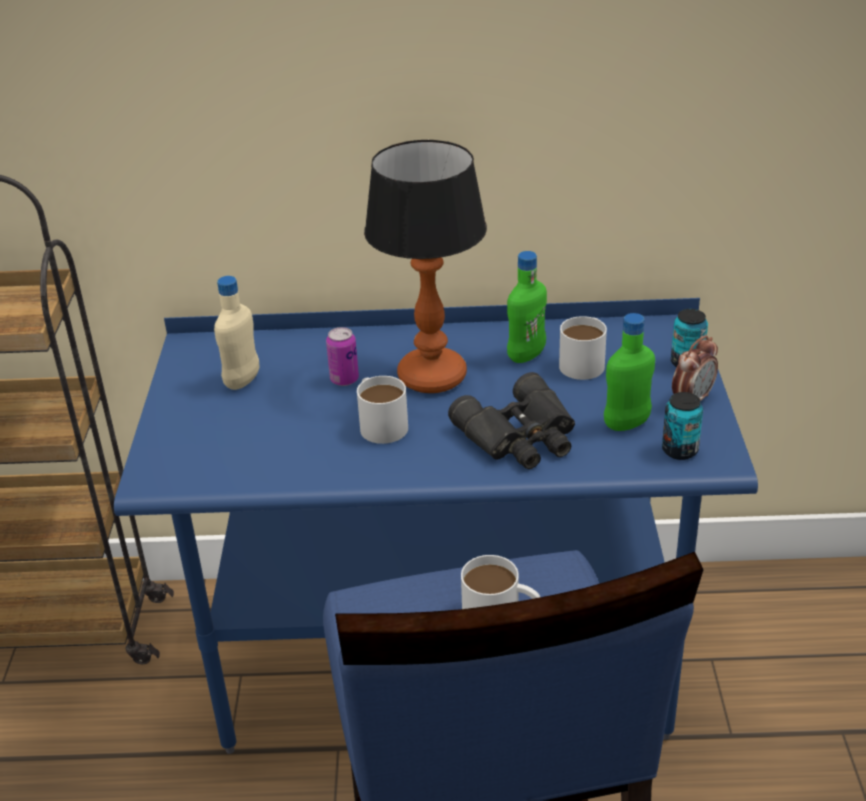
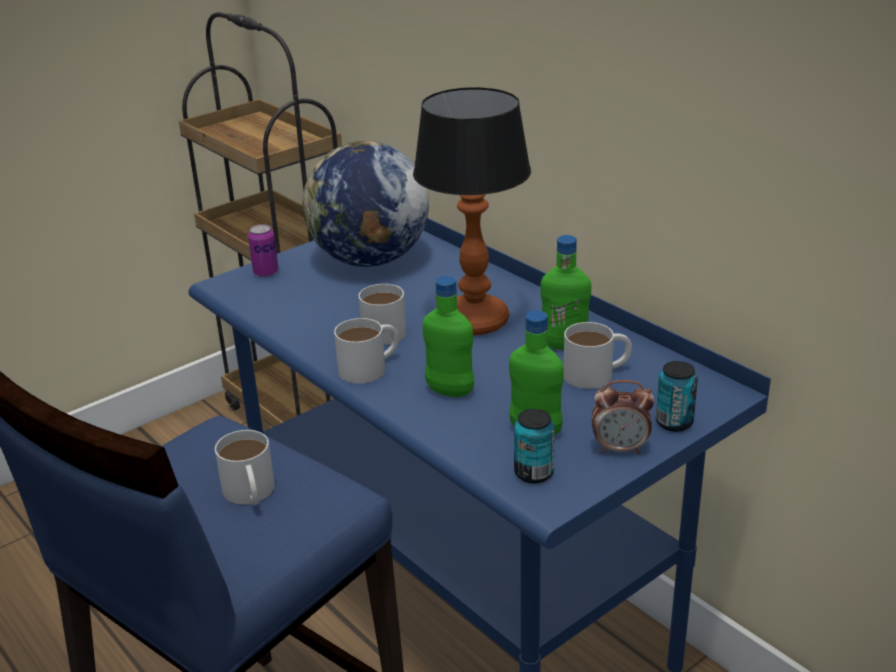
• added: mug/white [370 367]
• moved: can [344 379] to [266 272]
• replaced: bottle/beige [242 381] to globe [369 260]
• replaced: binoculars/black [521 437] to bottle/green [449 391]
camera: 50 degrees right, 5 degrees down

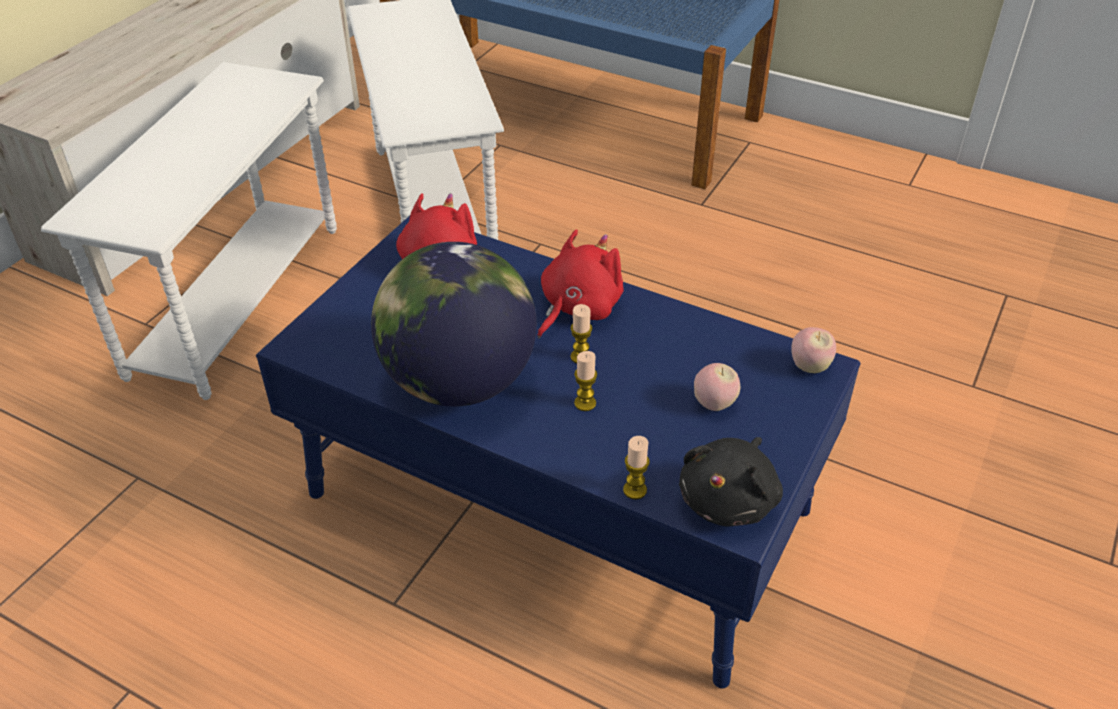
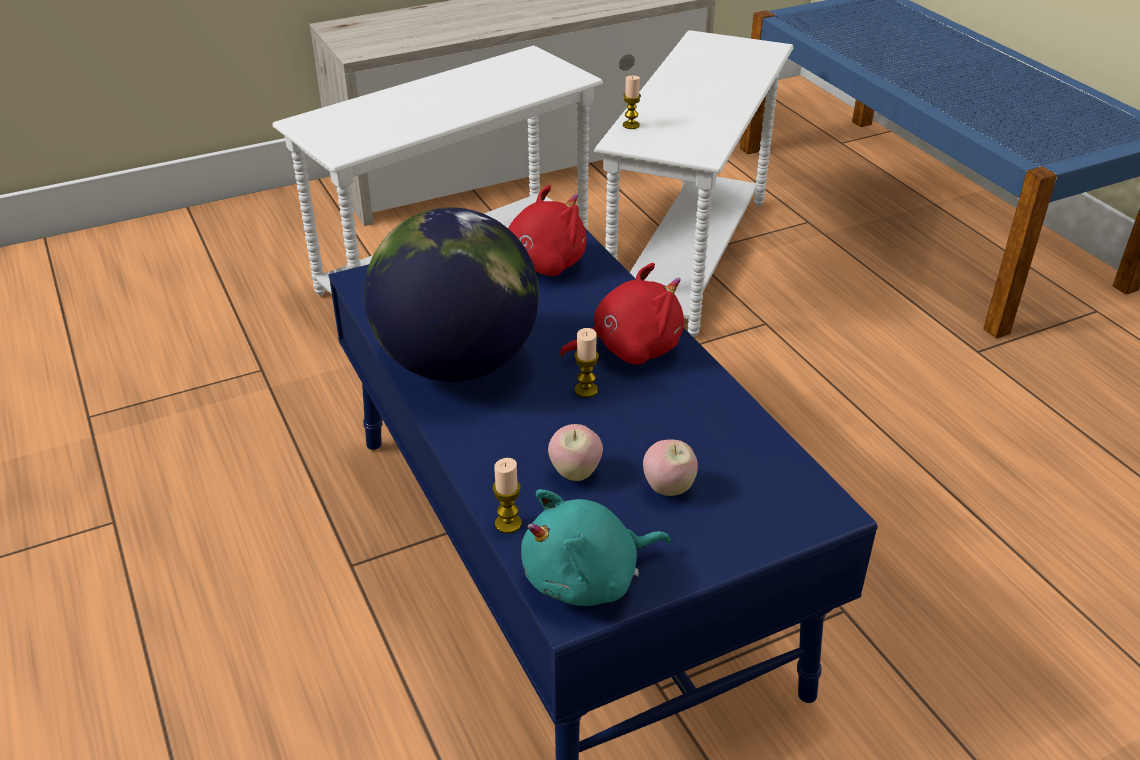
• moved: candle [585 403] to [631 125]
• moved: apple [809 367] to [575 473]
• recoloured: plush toy/black [729 499] to plush toy/turquoise [587 578]
camera: 35 degrees right, 5 degrees down

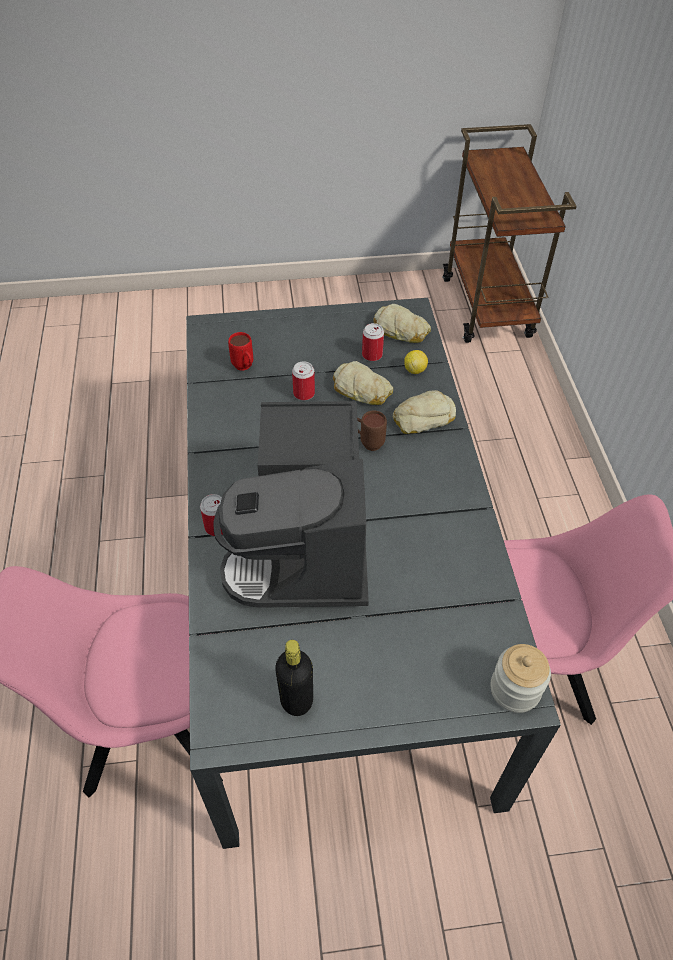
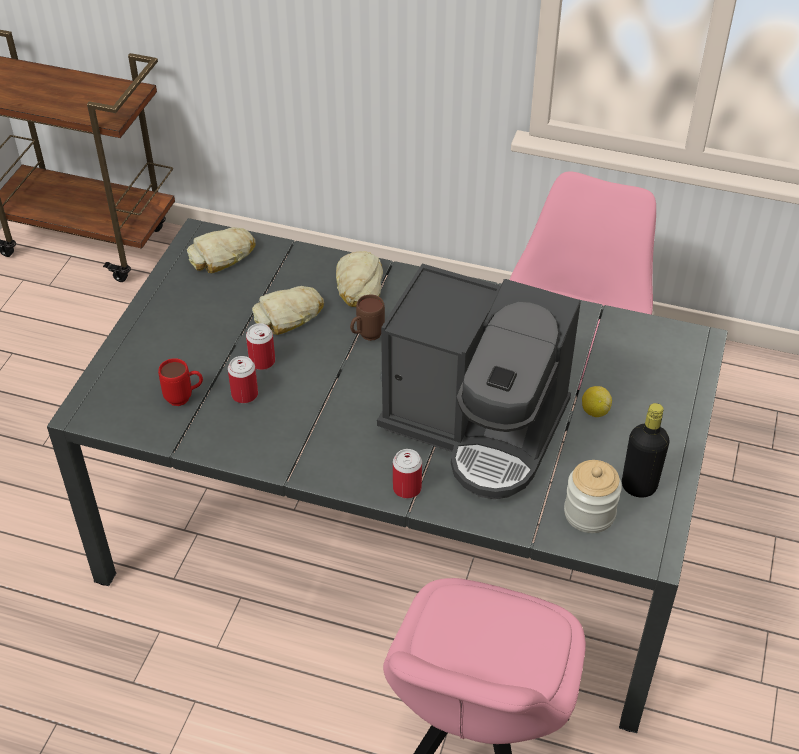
• moved: can [372 355] to [244 394]
• moved: lemon [415 370] to [595 411]
• moved: jar [515 689] to [589 513]
camera: 65 degrees left, 5 degrees down

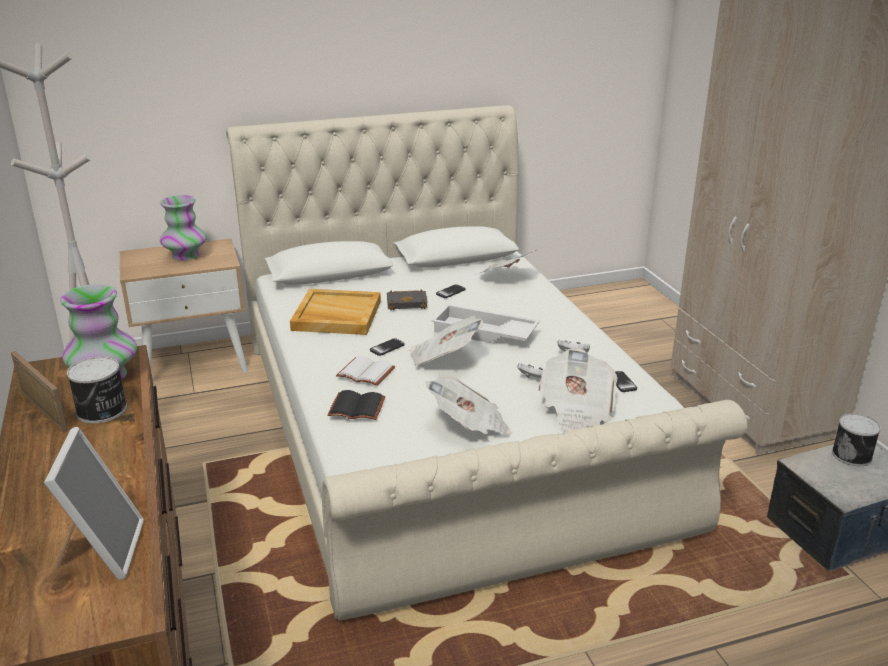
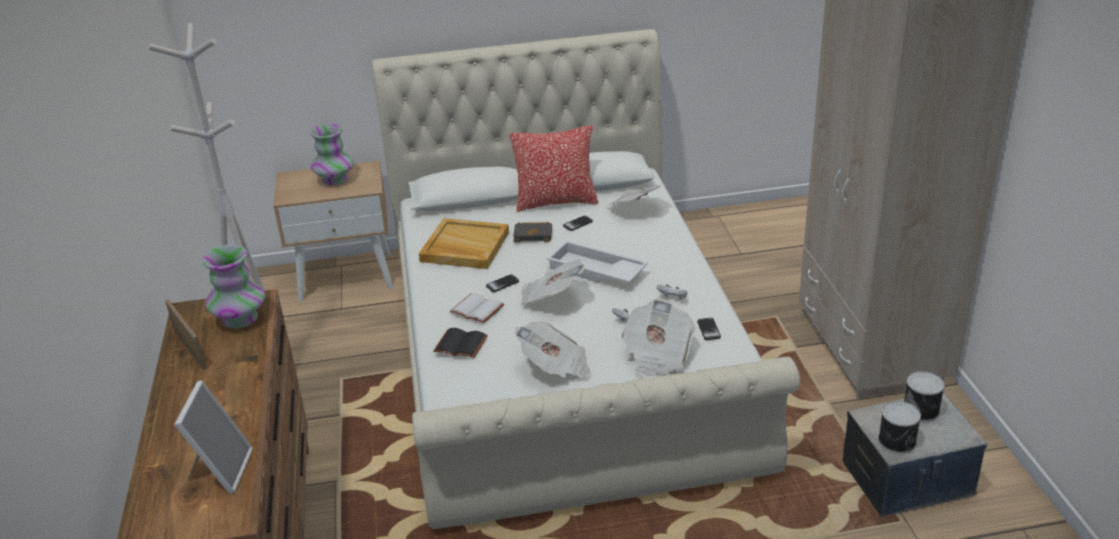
• added: pillow [556 202]
• moved: can [102 410] to [897 441]
camera: 10 degrees right, 5 degrees up

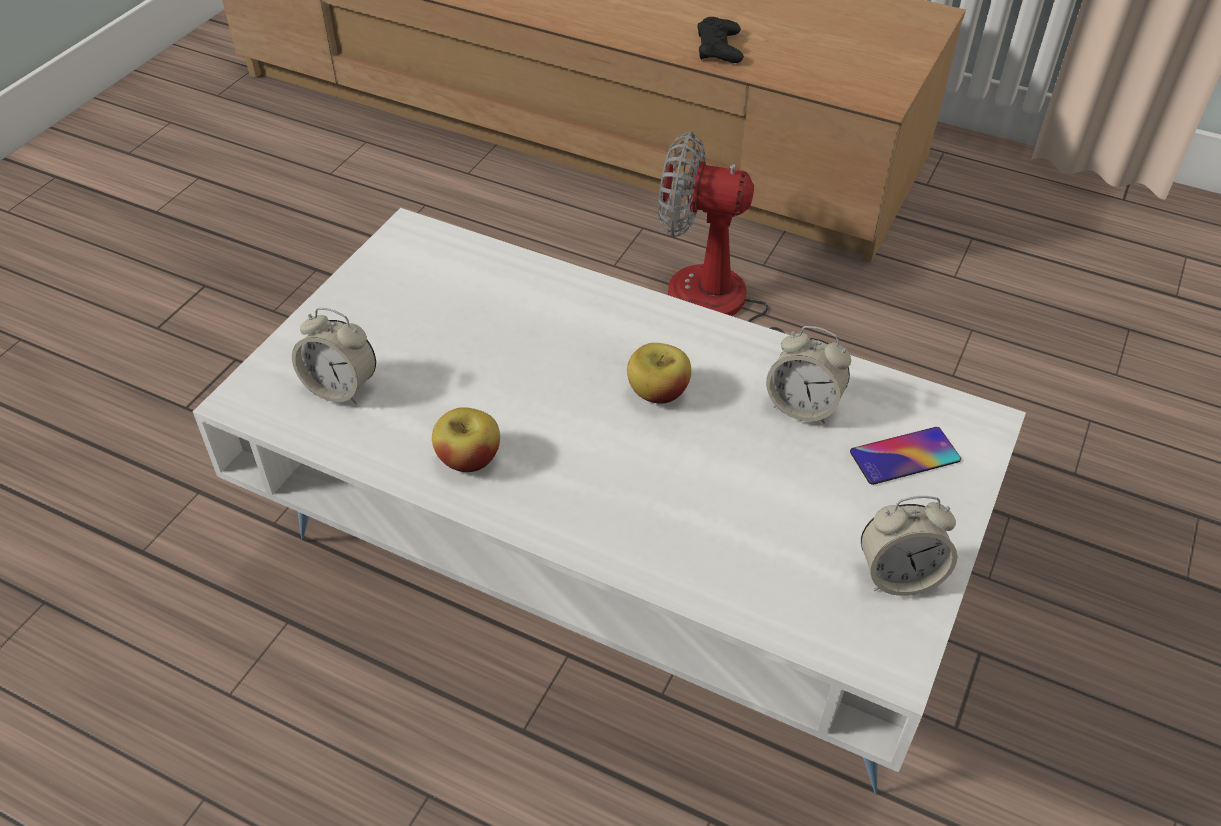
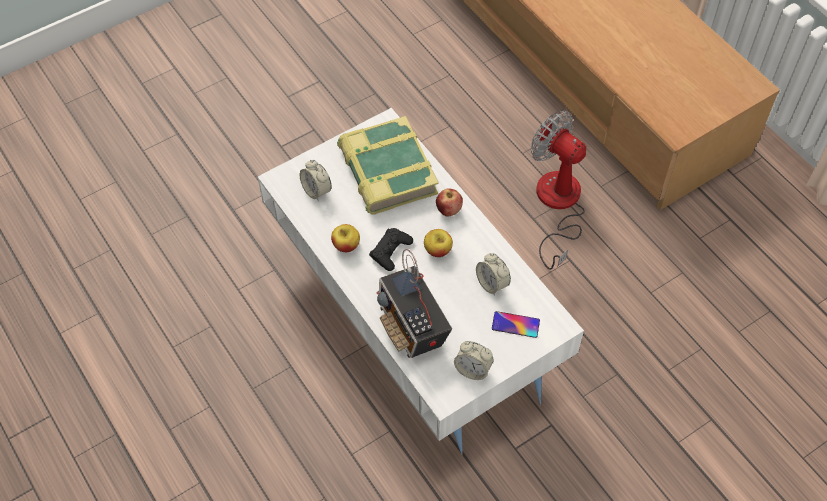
• added: book [386 172]
• added: radio [412 326]
• added: apple [448 210]
• moved: game controller/black [719 48] to [391 251]
camera: 30 degrees right, 10 degrees up

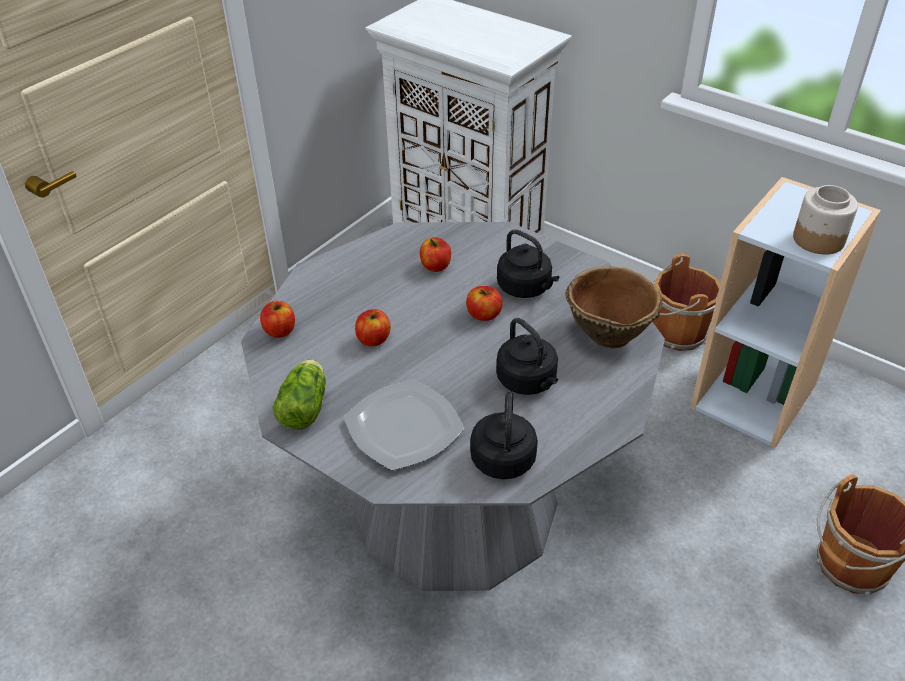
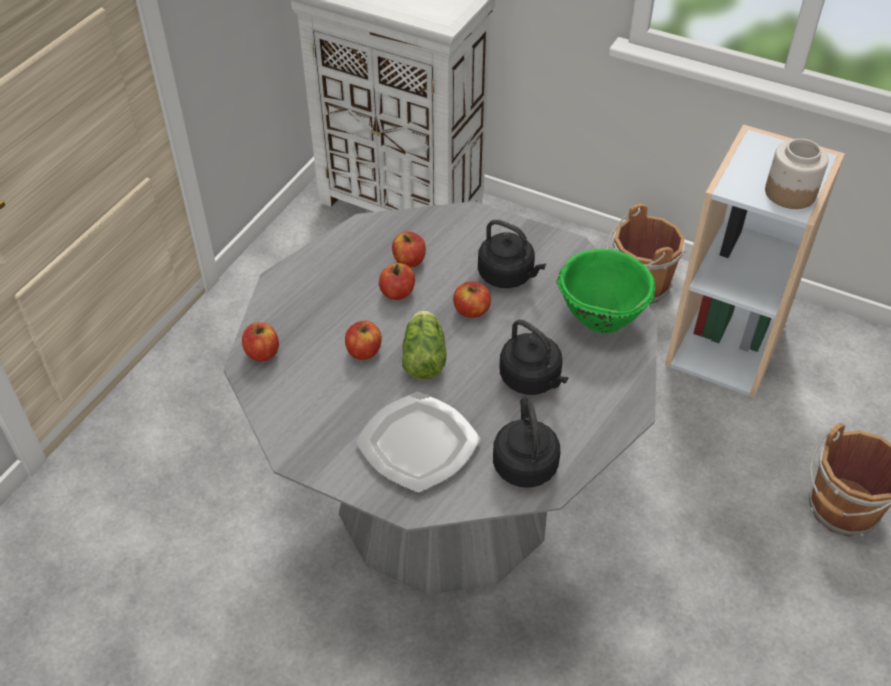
• added: apple [397 293]
• moved: lettuce [305 405] to [424 355]
• recoloured: bowl/brown [608 332] to bowl/green [600 316]
camera: 10 degrees left, 5 degrees up

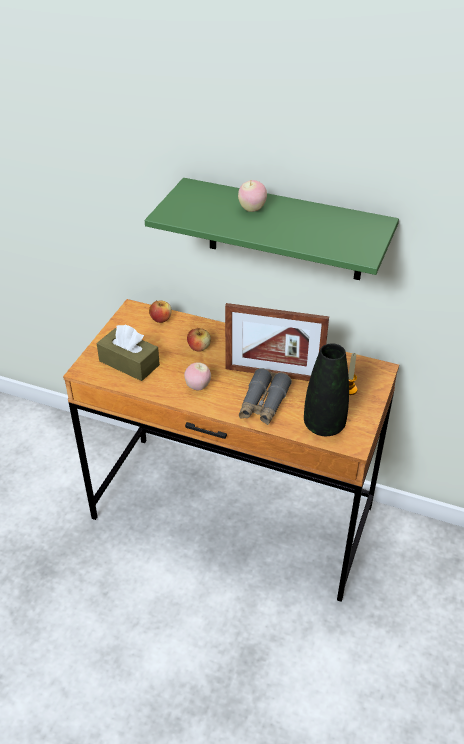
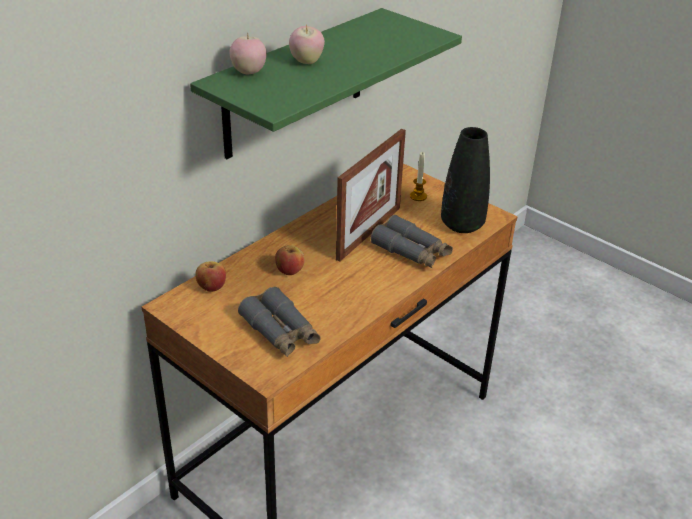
• moved: apple [198 387] to [249 72]
• replaced: tissue box/brown [129 363] to binoculars/grey [280 331]
camera: 70 degrees left, 5 degrees down

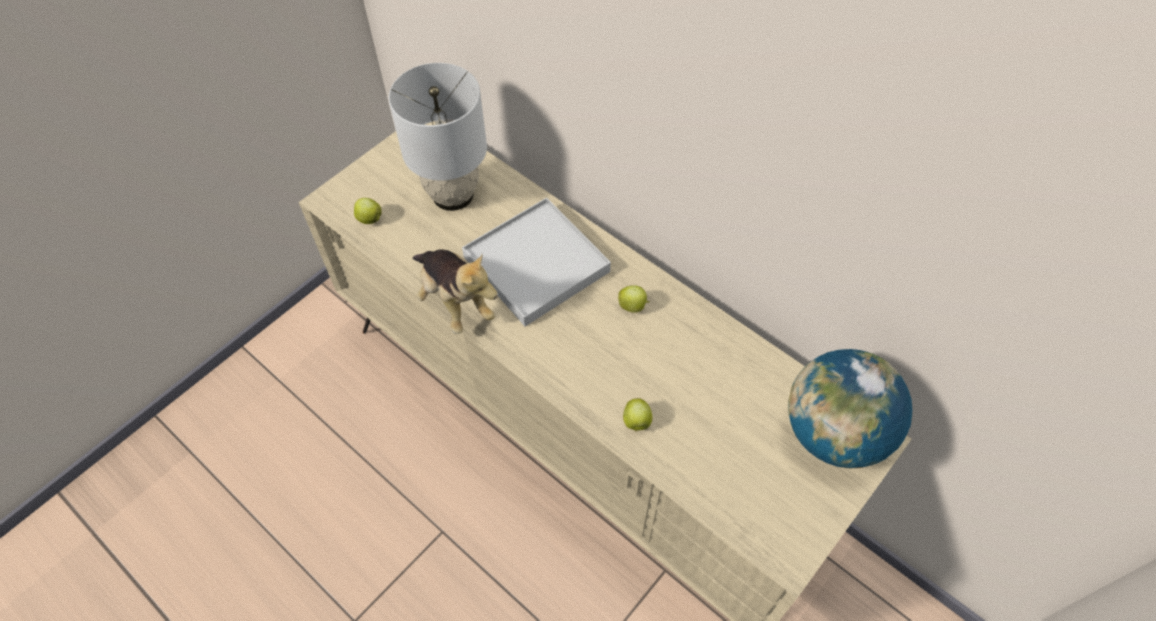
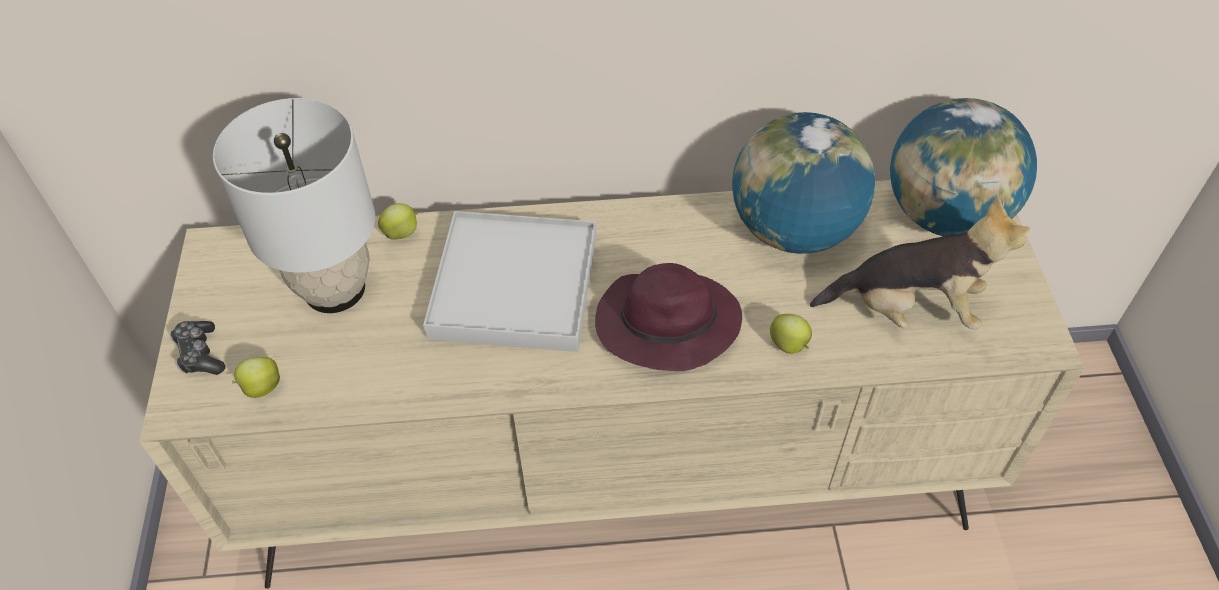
• added: game controller [200 354]
• added: hat/purple [665 325]
• added: globe [793 230]
• moved: plush toy [455 301] to [909 309]
• moved: apple [633 306] to [402 233]
camera: 45 degrees left, 5 degrees down

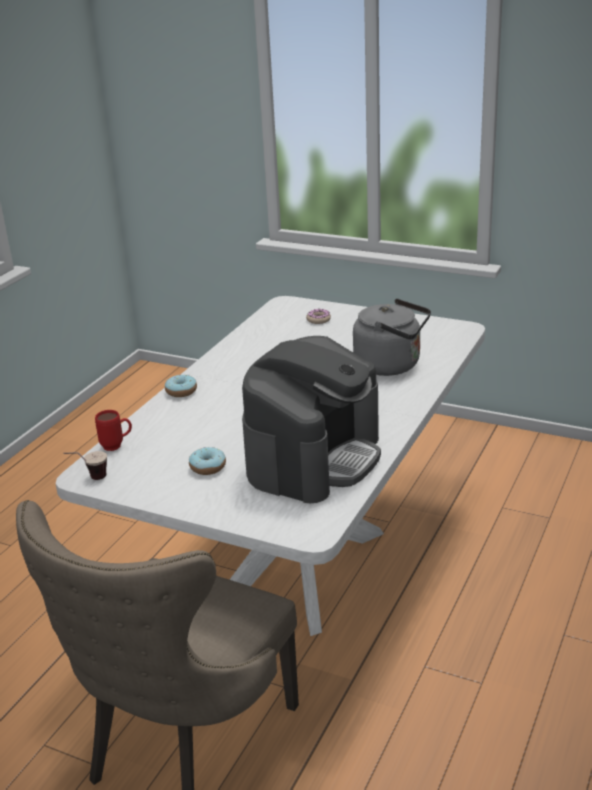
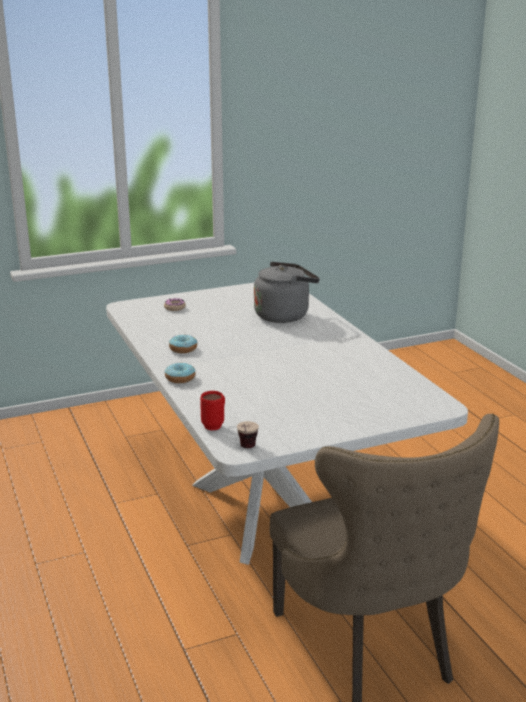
• removed: coffee machine [314 458]
• moved: donut [208 467] to [183 349]
camera: 50 degrees left, 5 degrees down

